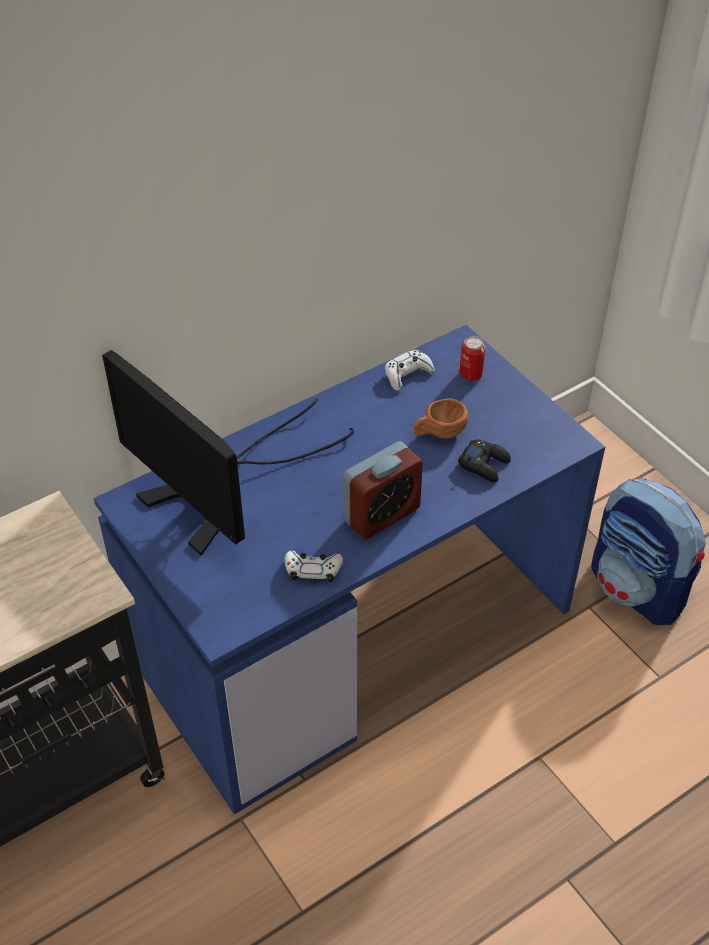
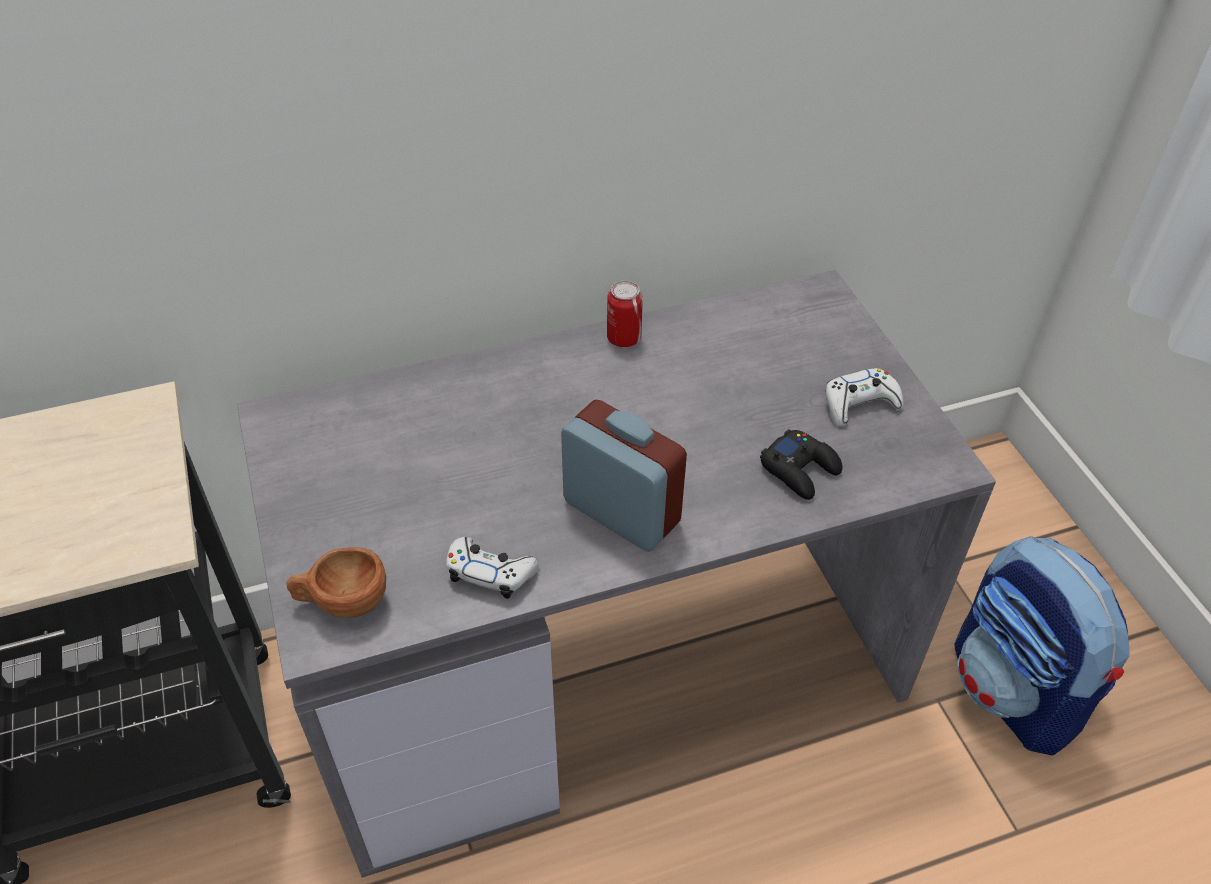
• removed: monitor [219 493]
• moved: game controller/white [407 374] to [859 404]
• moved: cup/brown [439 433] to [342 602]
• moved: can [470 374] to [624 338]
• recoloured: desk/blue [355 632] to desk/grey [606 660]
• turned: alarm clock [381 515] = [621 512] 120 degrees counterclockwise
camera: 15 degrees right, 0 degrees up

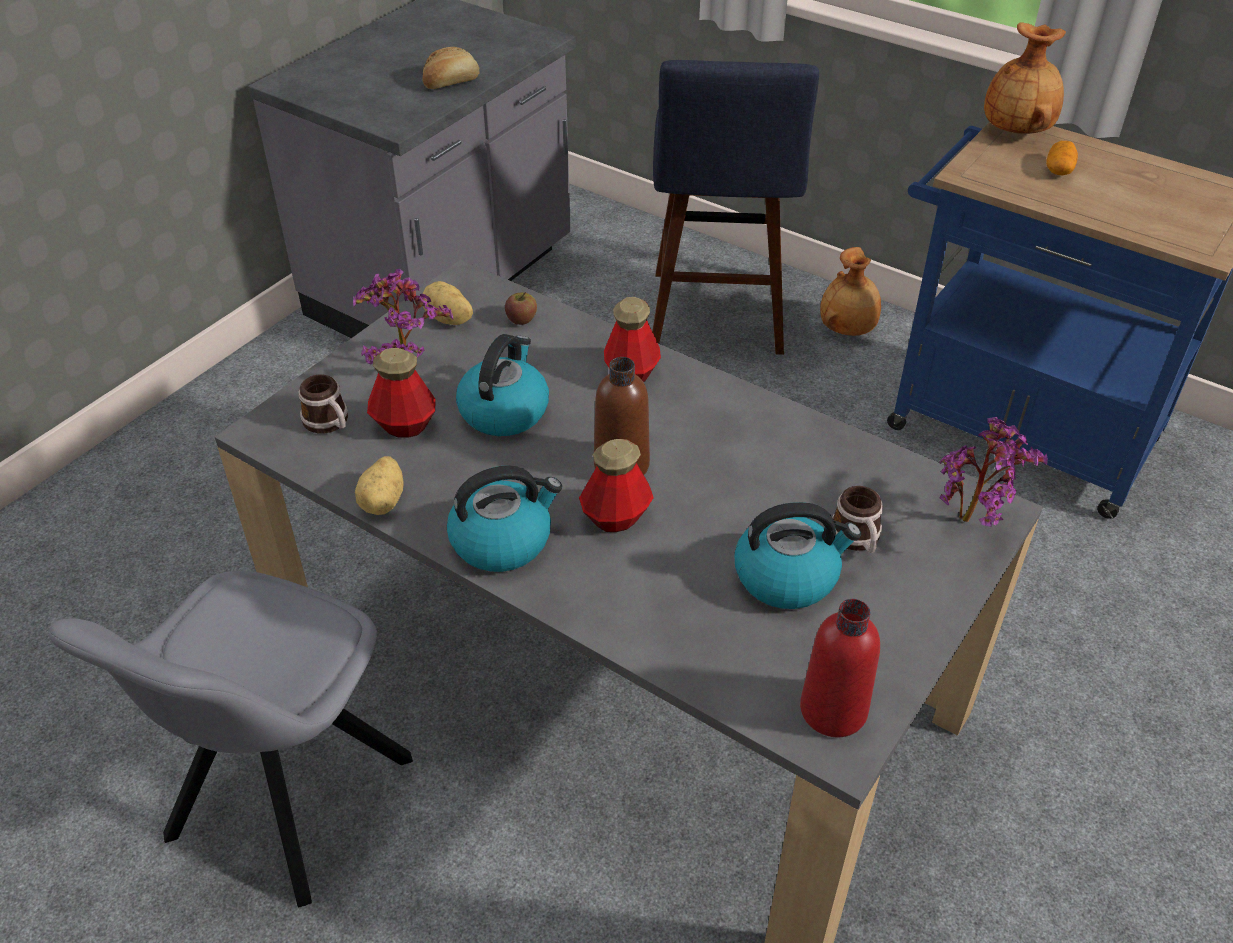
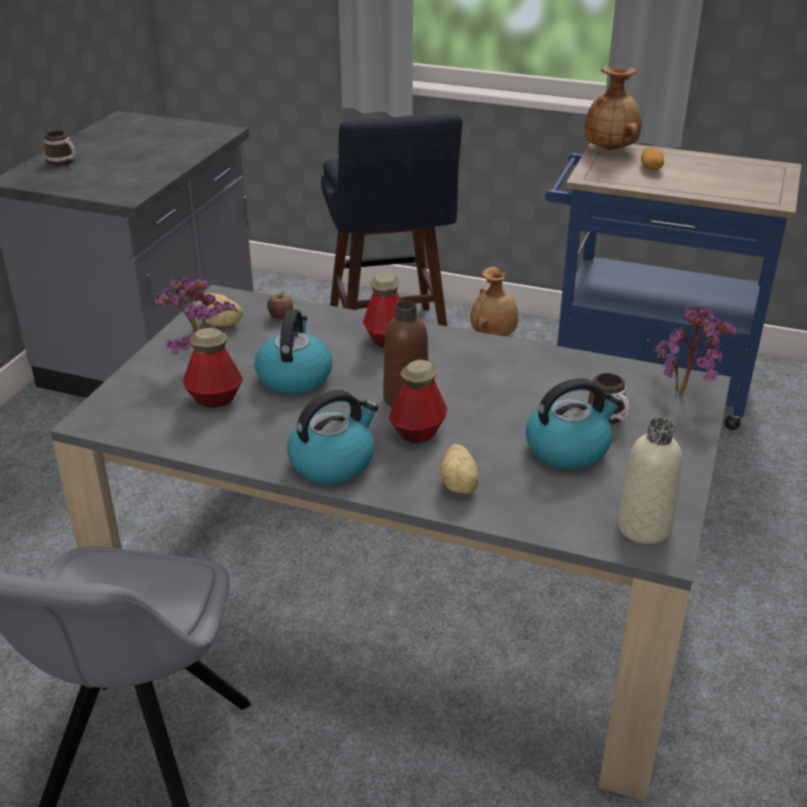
• removed: bread [451 82]
• moved: mug [329 423] to [64 162]
• moved: potato [384 501] to [460 485]
• recoloured: bottle/red [833 710] to bottle/beige [644 527]
camera: 15 degrees left, 10 degrees down

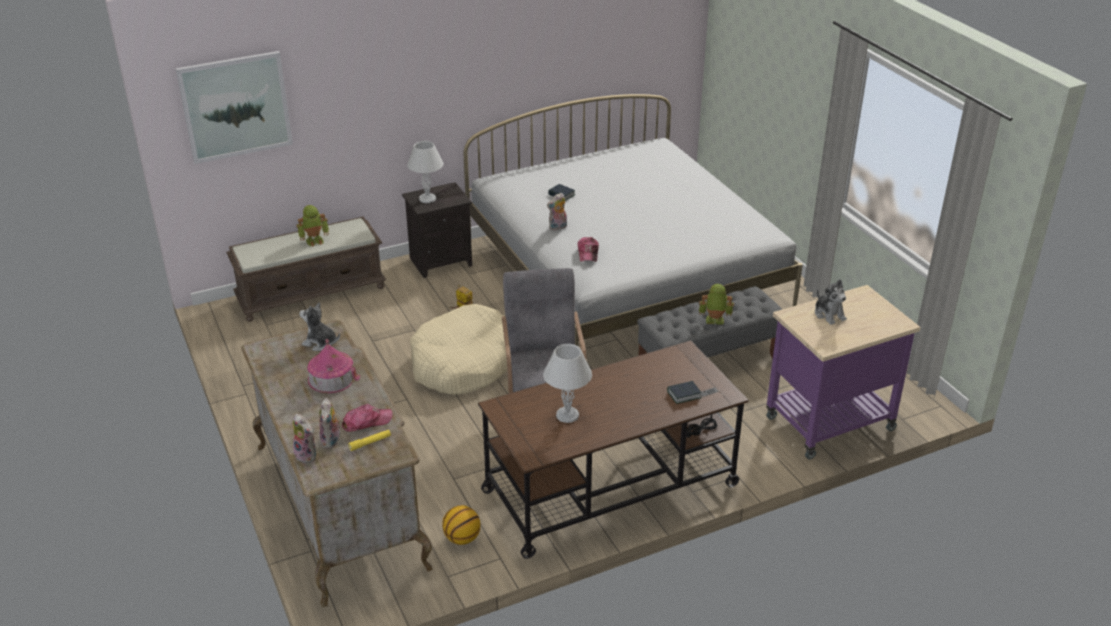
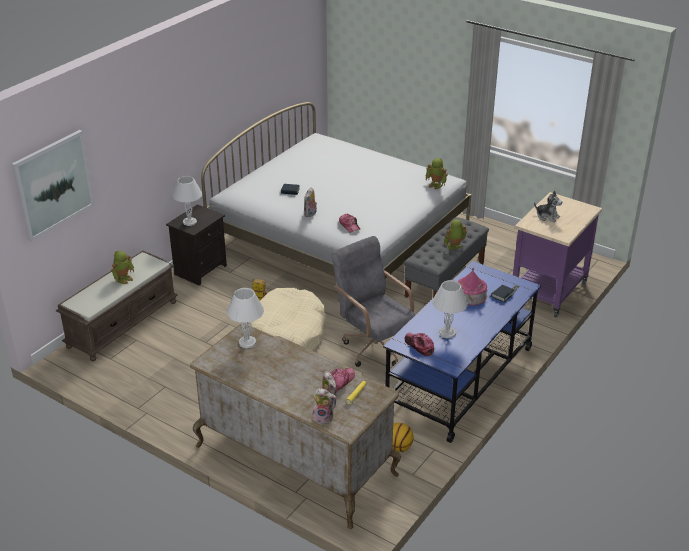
• added: cap [419 346]
• added: toy robot [436 185]
• moved: toy house [332 378] to [470 295]
• replaced: plush toy [320 343] to table lamp/white [247 343]
• recoloured: desk/brown [611 488] to desk/blue [460 379]
camera: 30 degrees left, 0 degrees up

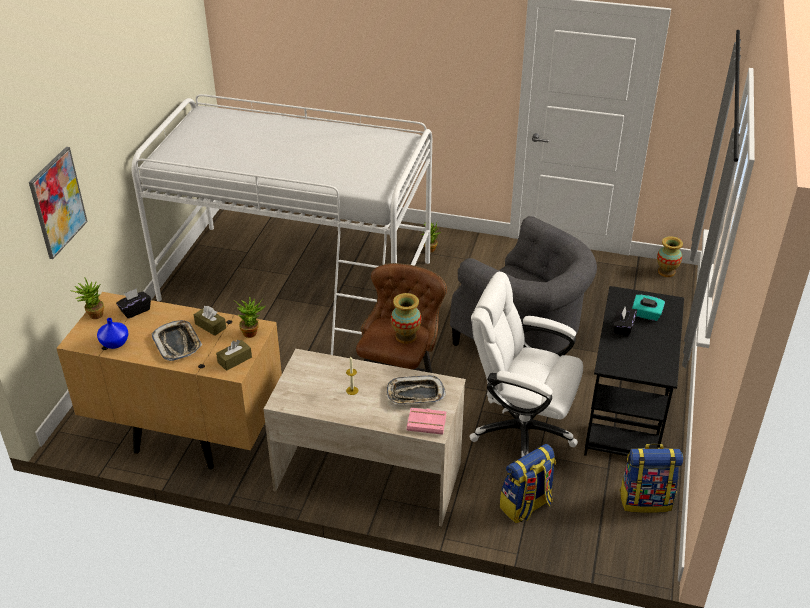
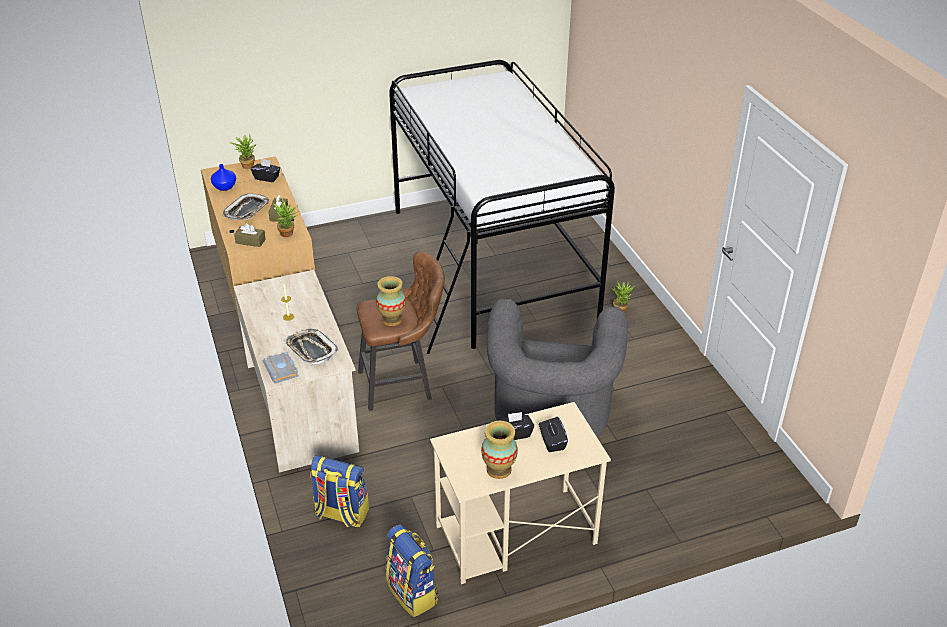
• removed: picture [57 202]
• removed: office chair/white [522 431]
• moved: vase [666 272] to [499 469]
• recoloured: bed/white [298 283] to bed/black [490 264]
• recoloured: book/pink [427 423] to book/grey [282 370]
• recoloured: desk/black [625 417] to desk/beige [514 535]
• recoloured: tissue box/turquoise [646 315] to tissue box/black [552 442]
camera: 55 degrees right, 0 degrees up

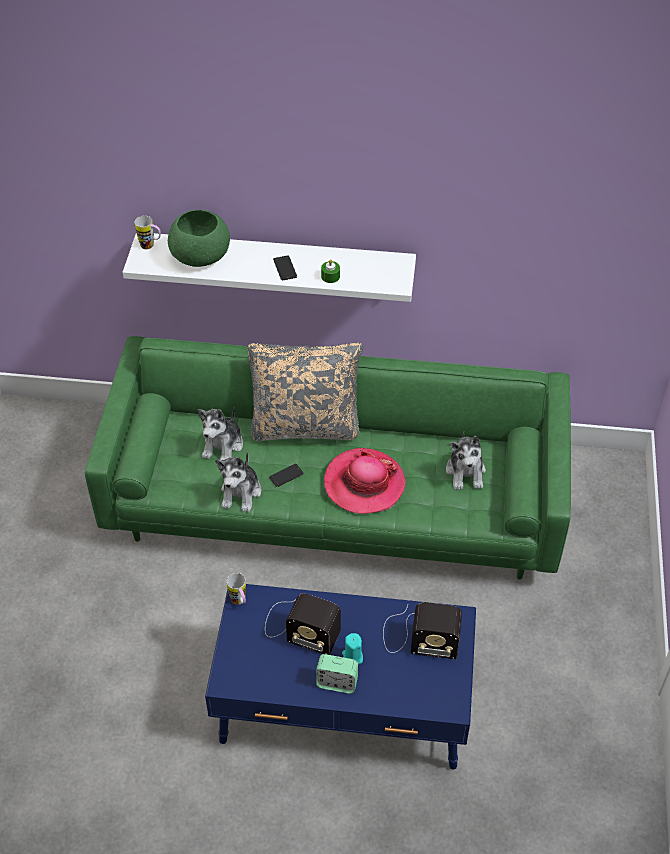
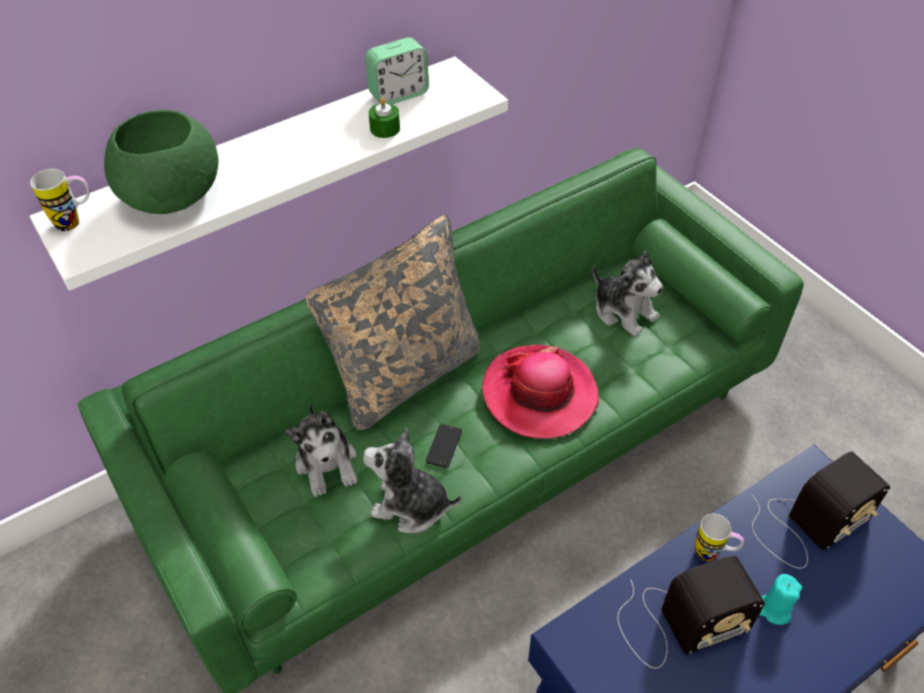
• removed: phone [285 268]
• moved: mug [240 602] to [713 554]
• moved: alarm clock [337 683] to [399 94]
• turned: plush toy [241 492] = [410 506] 135 degrees clockwise
camera: 40 degrees left, 0 degrees up

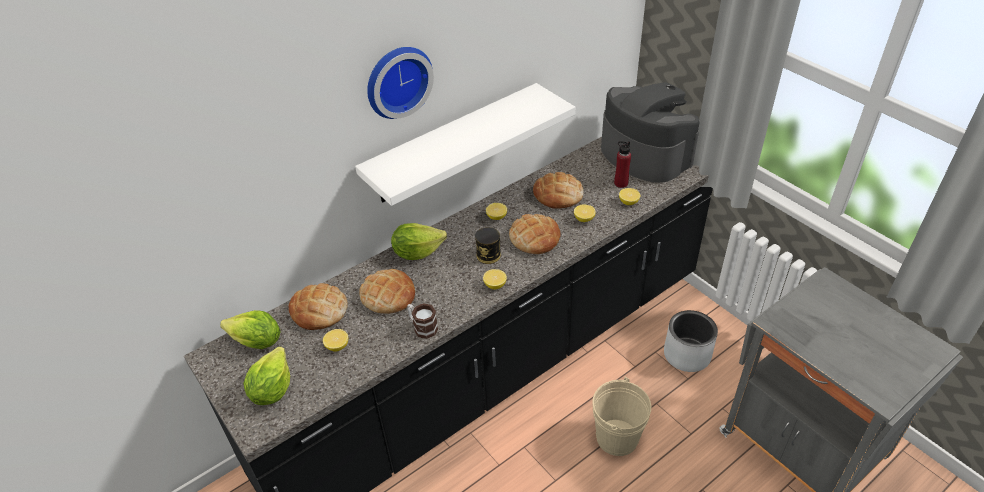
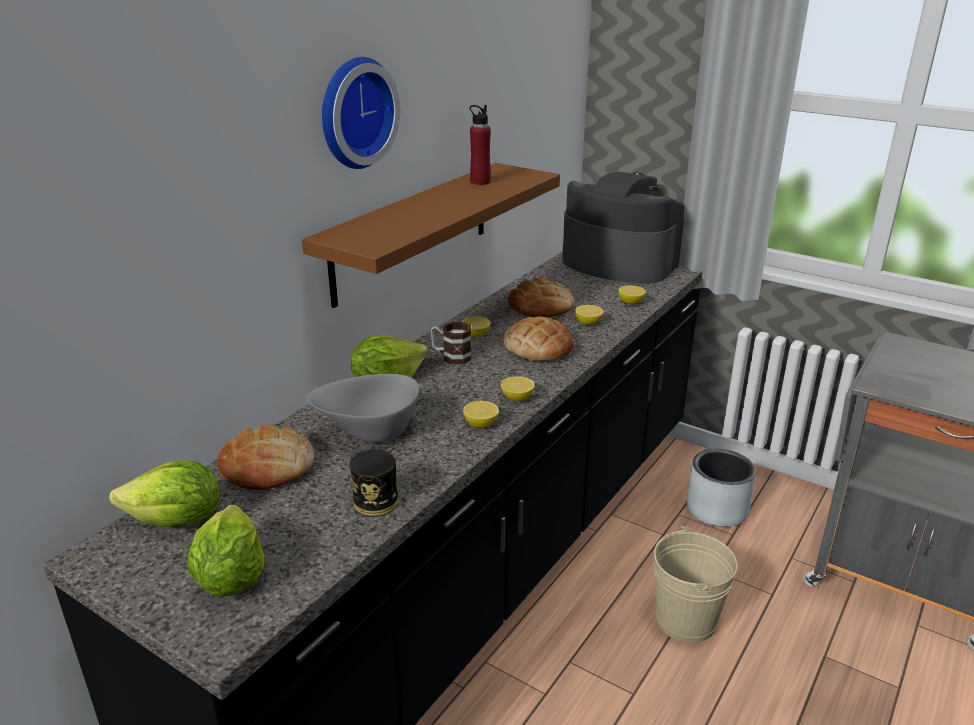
• moved: lemon [337 346] to [481 424]
• moved: mug [422 327] to [451 356]
• moved: can [488 255] to [376 502]
• moved: bottle/red [621 183] to [480 182]
• replaced: bread [388 295] to bowl/grey [369 432]
• recoloured: shelf/white [453 144] to shelf/brown [413 231]
camera: 20 degrees left, 15 degrees down

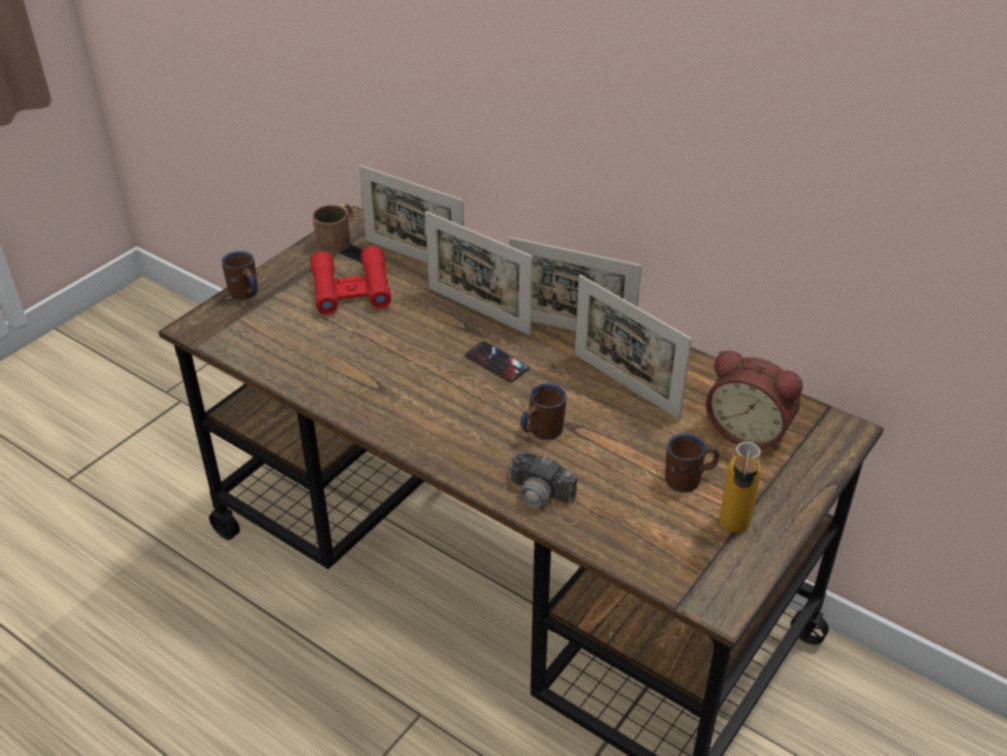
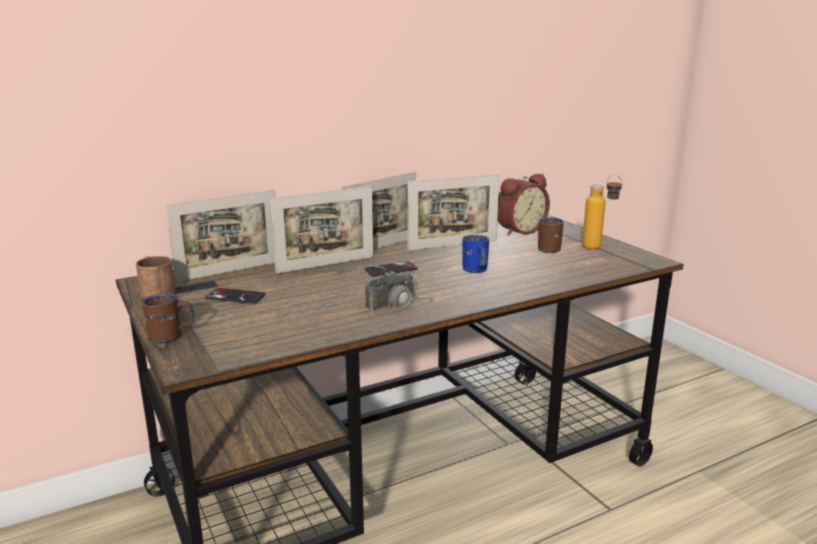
• moved: photo camera [543 498] to [399 304]
• replaced: binoculars/red [351 289] to phone [235 296]
• recoloured: mug/brown [540 431] to mug/blue [476 271]
camera: 65 degrees left, 20 degrees down

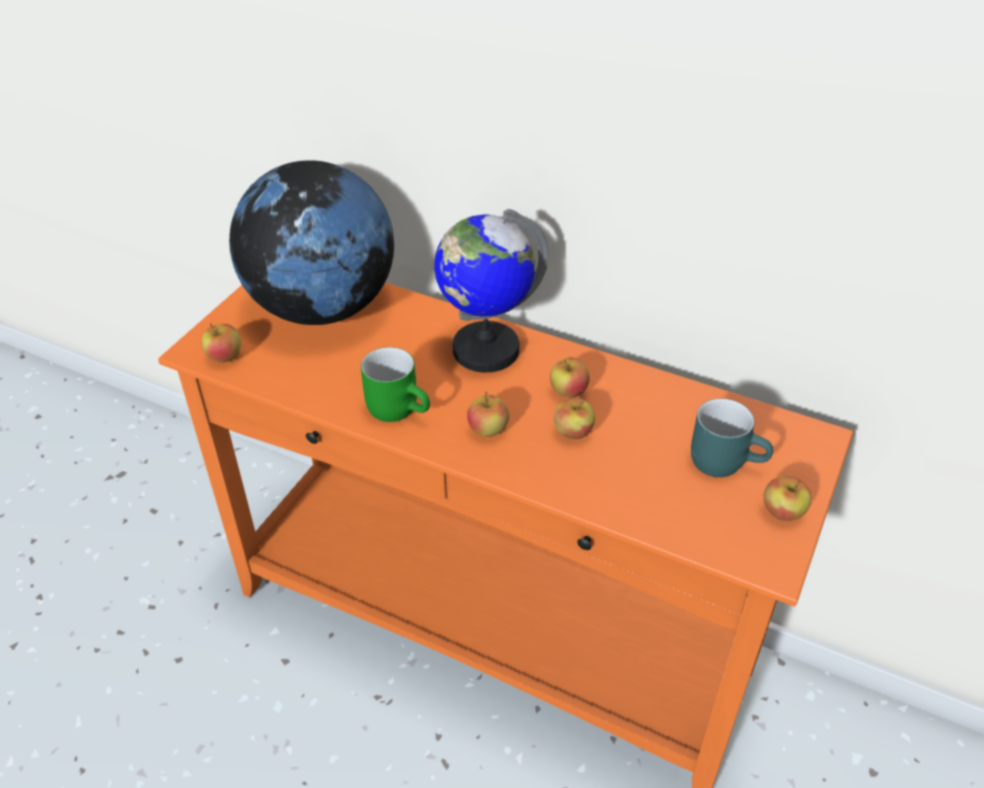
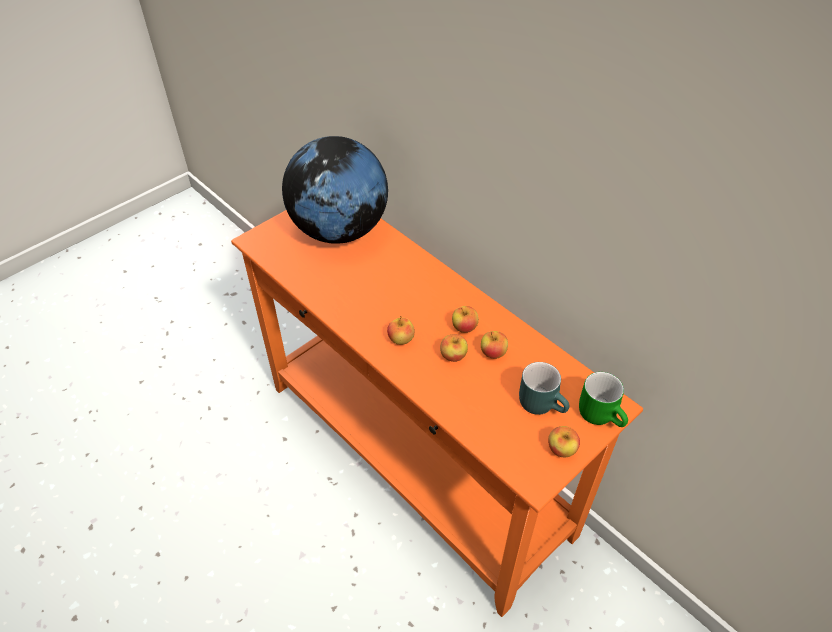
• removed: globe [485 349]
• moved: apple [225 357] to [493 353]
• moved: mug/green [400 408] to [602 414]
camera: 20 degrees right, 5 degrees up

